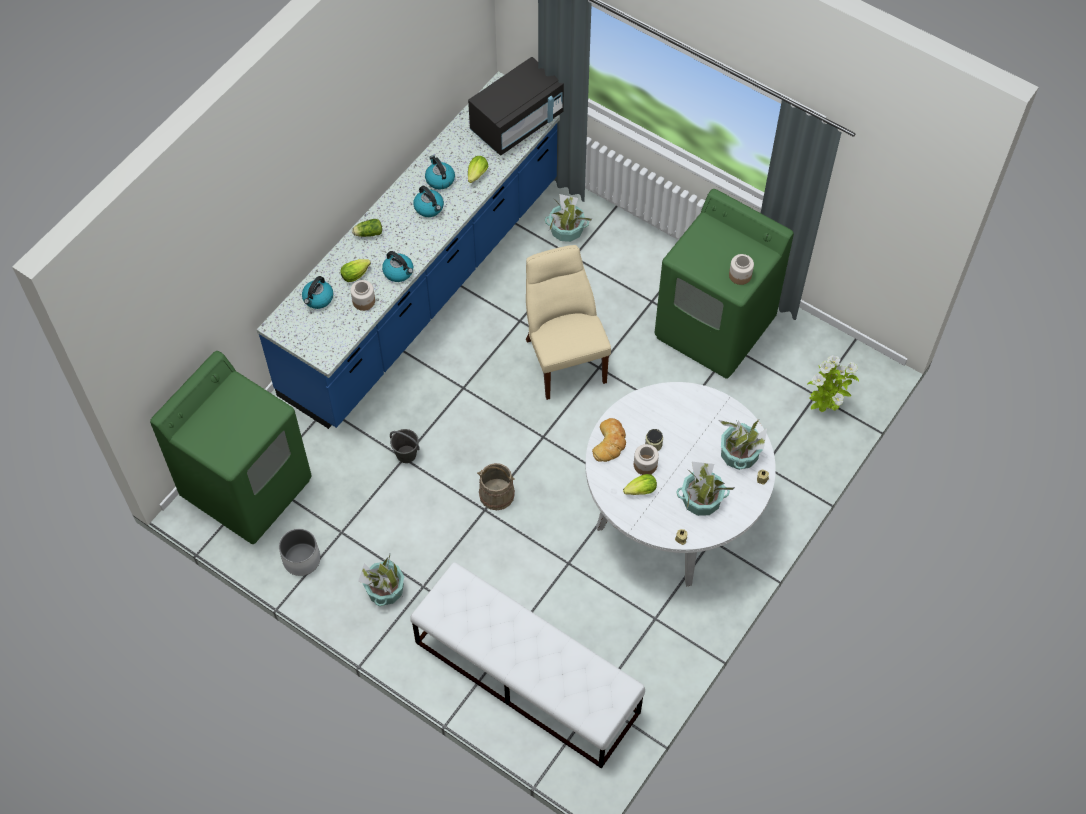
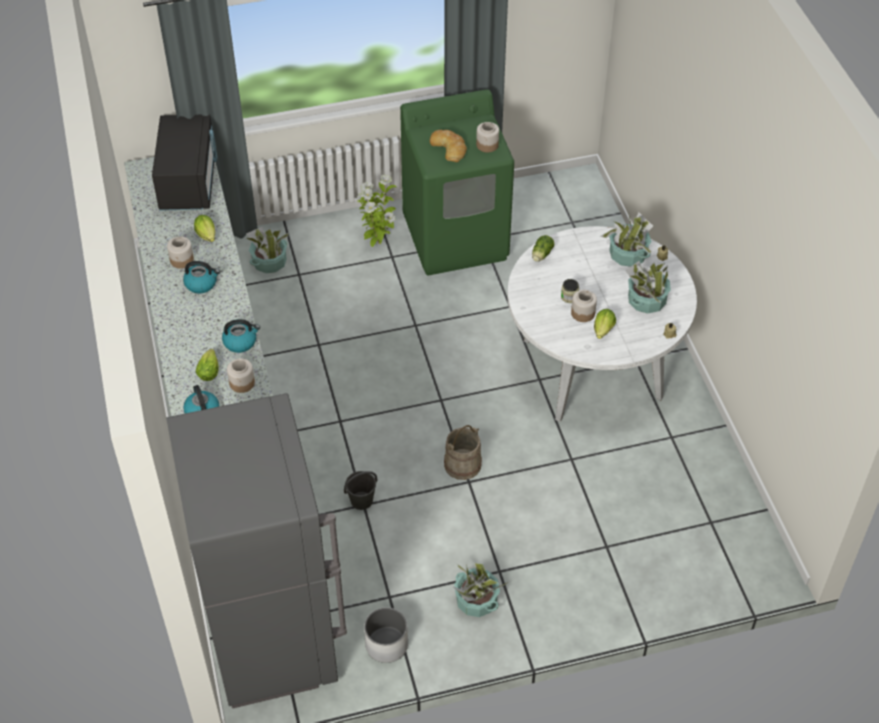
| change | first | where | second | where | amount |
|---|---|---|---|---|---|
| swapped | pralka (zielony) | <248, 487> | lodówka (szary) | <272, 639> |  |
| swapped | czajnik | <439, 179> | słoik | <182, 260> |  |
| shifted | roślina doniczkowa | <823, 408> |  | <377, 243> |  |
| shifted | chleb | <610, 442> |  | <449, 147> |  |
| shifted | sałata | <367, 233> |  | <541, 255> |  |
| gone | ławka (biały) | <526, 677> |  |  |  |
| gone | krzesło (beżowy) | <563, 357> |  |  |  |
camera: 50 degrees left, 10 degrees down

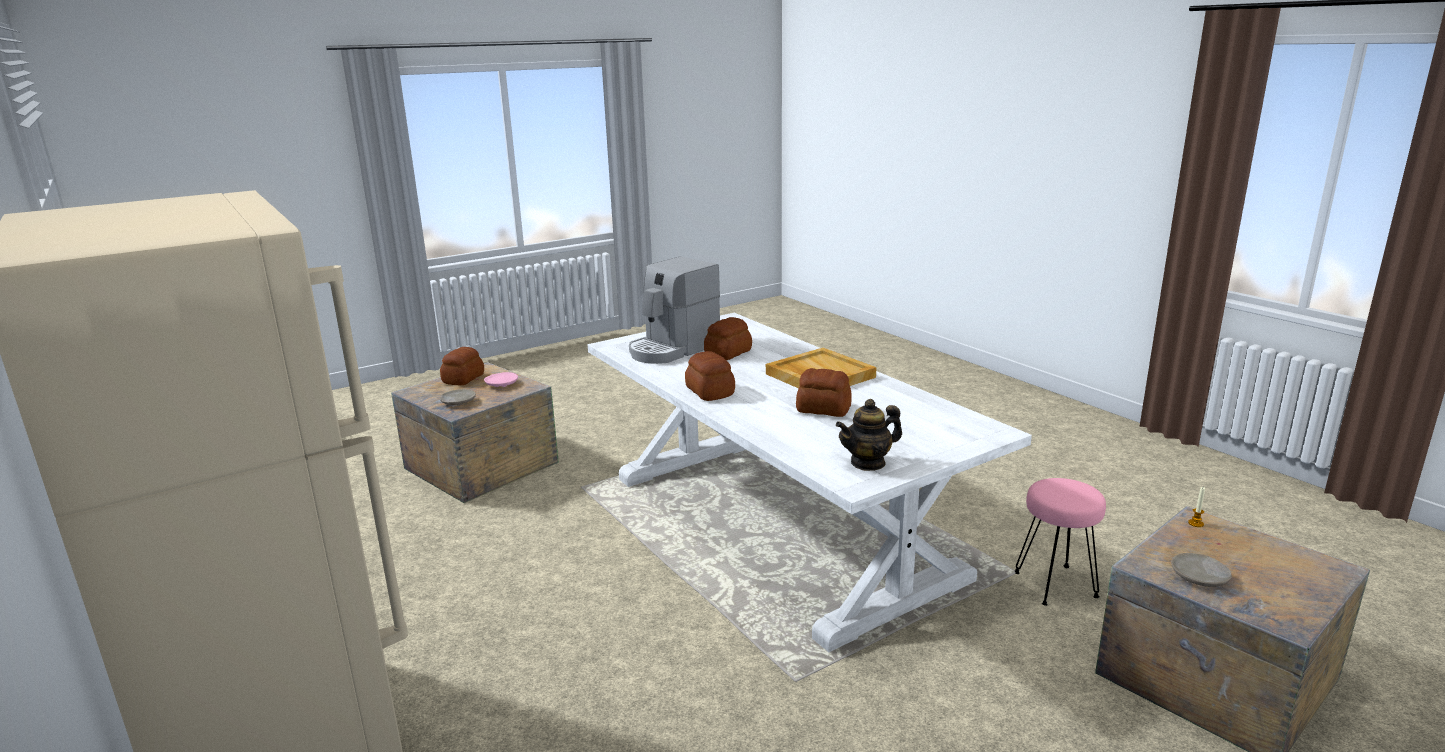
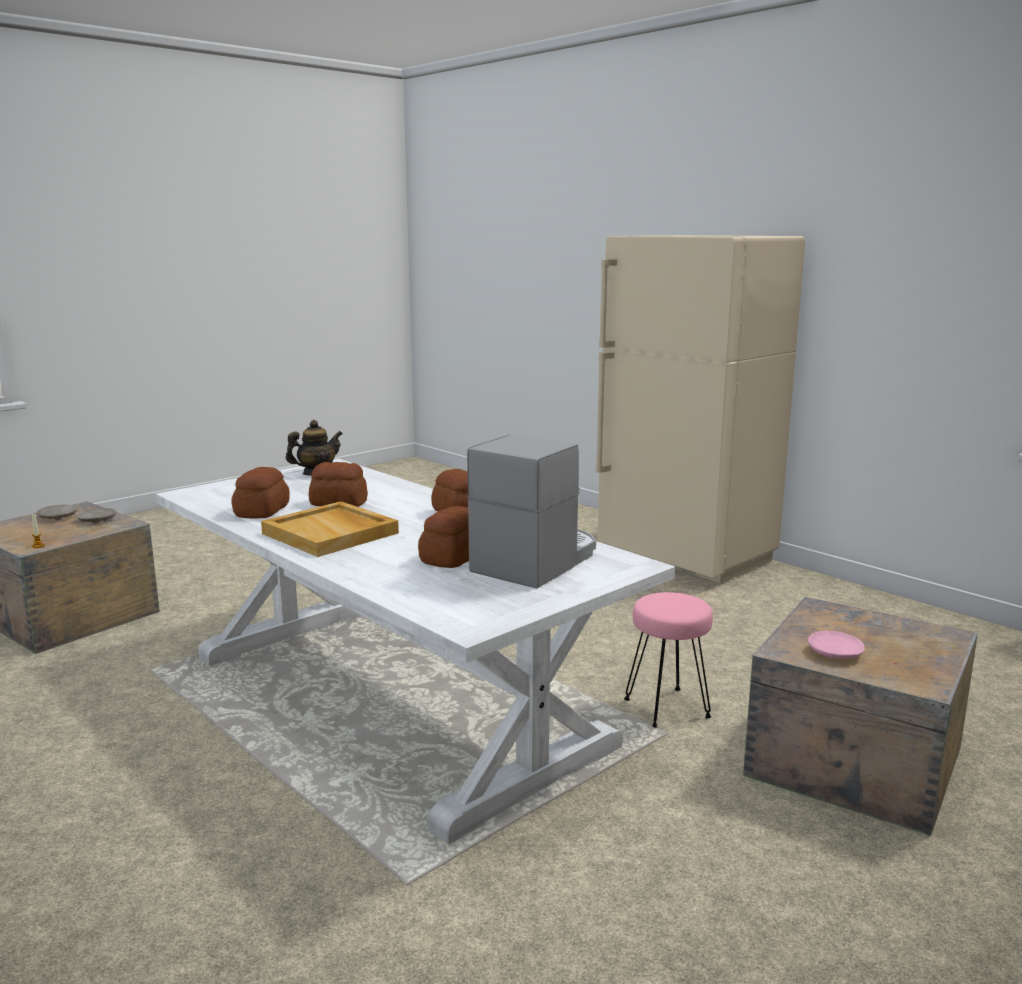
| change | first | where | second | where | amount |
|---|---|---|---|---|---|
| shifted | talerz (beżowy) | <458, 402> |  | <58, 517> |  |
| shifted | chleb | <464, 378> |  | <261, 511> |  |
| shifted | stołek (różowy) | <1054, 585> |  | <668, 708> |  |
camera: 170 degrees right, 5 degrees down

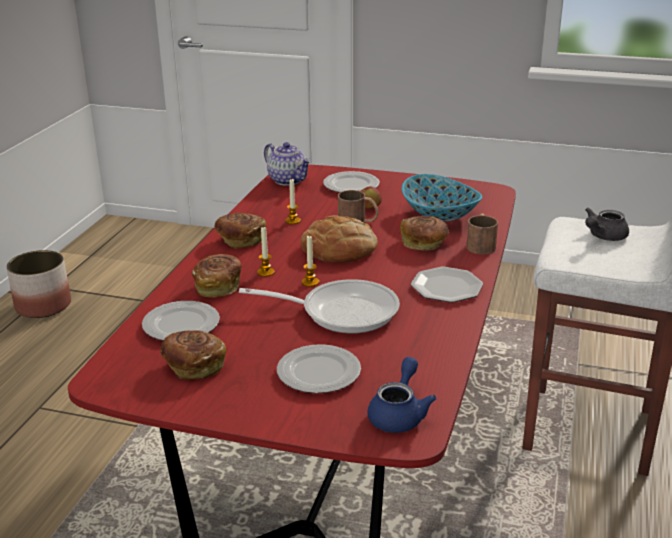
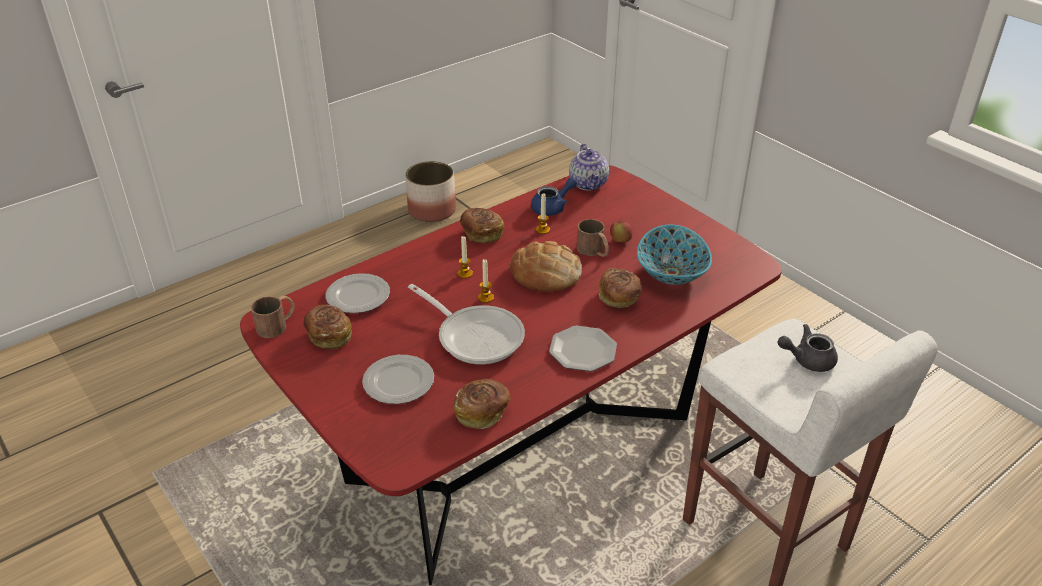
| change | first | where | second | where | amount |
|---|---|---|---|---|---|
| shifted | kubek (brązowy) | <480, 244> |  | <277, 324> |  |
| shifted | chleb | <218, 286> |  | <482, 412> |  |
| shifted | imbryk (niebieski) | <399, 414> |  | <553, 208> |  |
| gone | talerz | <352, 186> |  |  |  |
camera: 35 degrees right, 10 degrees up

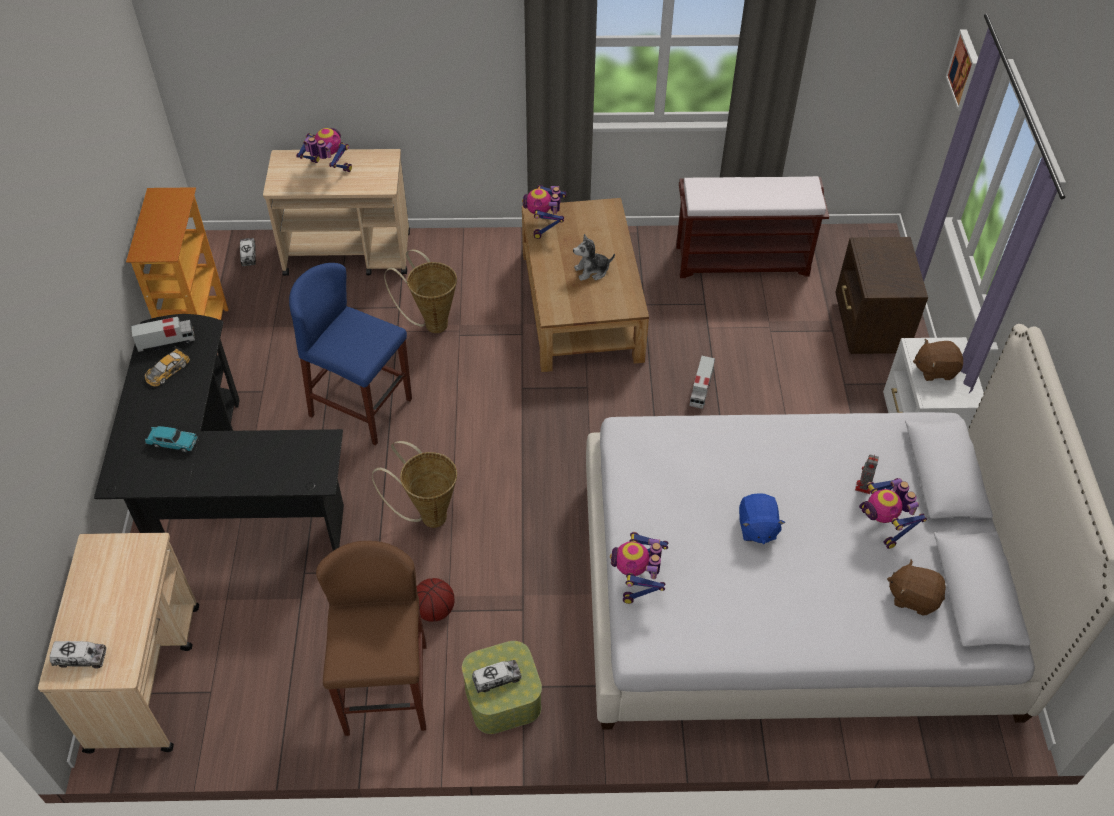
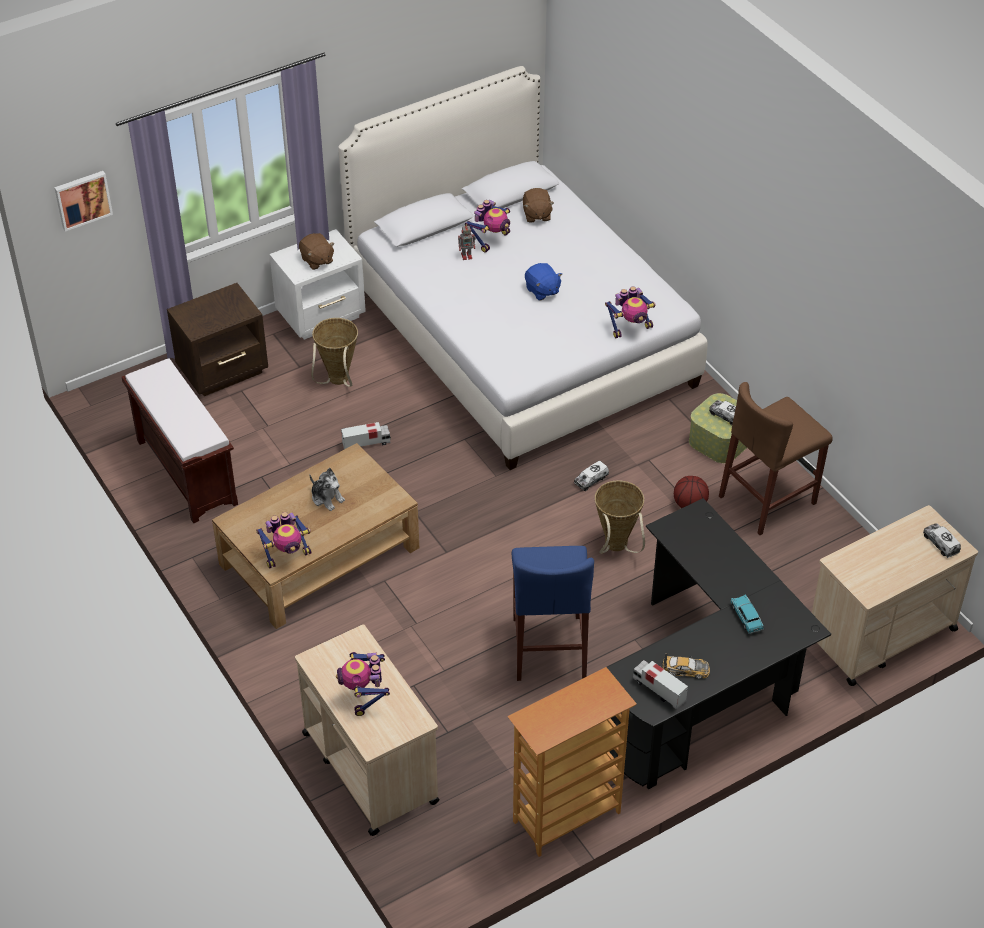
| change | first | where | second | where | amount |
|---|---|---|---|---|---|
| shifted | koszyk | <432, 323> |  | <337, 382> |  |
| rotated | pluszak (niebieski) | <757, 528> |  | <542, 291> | 90 degrees clockwise |
| shifted | ciężarówka zabawkowa | <248, 255> |  | <591, 480> |  |
camera: 120 degrees left, 5 degrees down

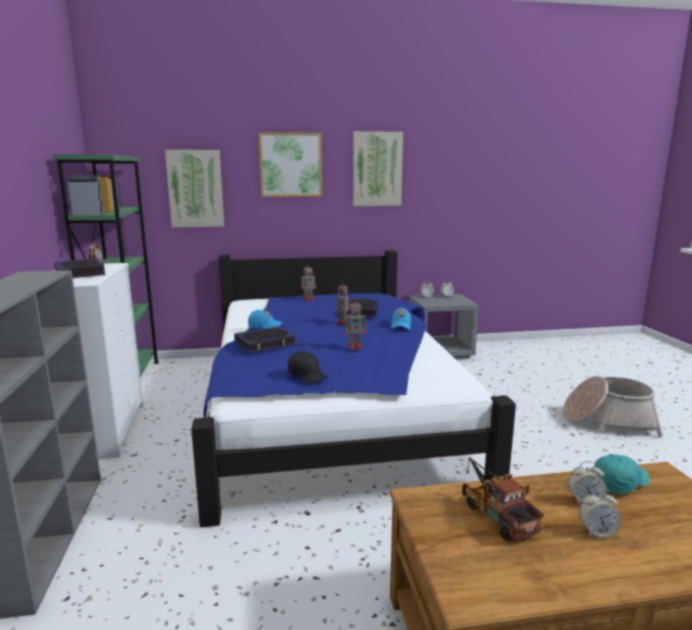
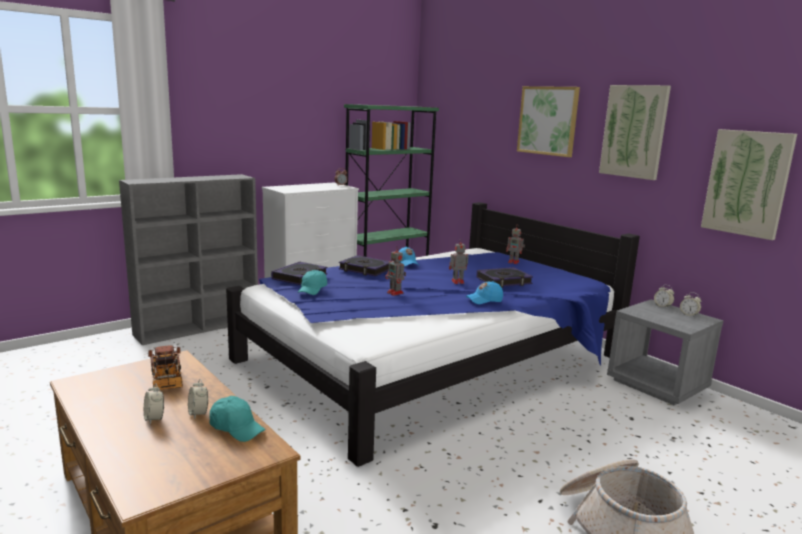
| change | first | where | second | where | amount |
|---|---|---|---|---|---|
| rotated | ciężarówka zabawkowa | <495, 514> |  | <167, 383> | 120 degrees clockwise |
| shifted | książka | <80, 273> |  | <300, 277> |  |
| repainted | czapka z daszkiem (czarny) | <307, 375> | czapka z daszkiem (turkusowy) | <312, 290> |  |
| shifted | obraz | <195, 188> |  | <747, 183> |  |
camera: 60 degrees right, 0 degrees up

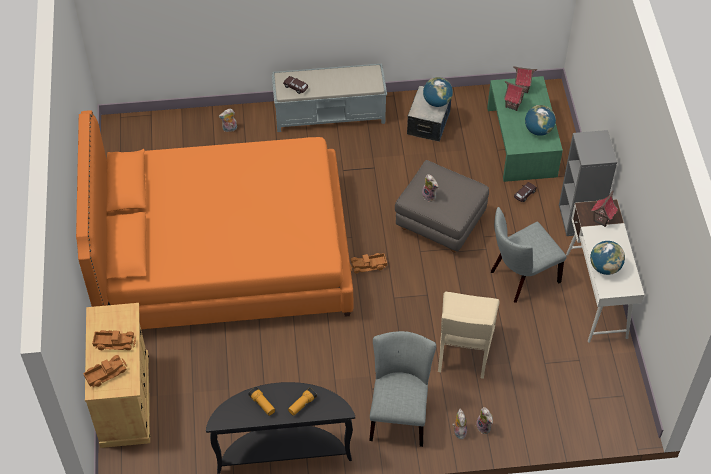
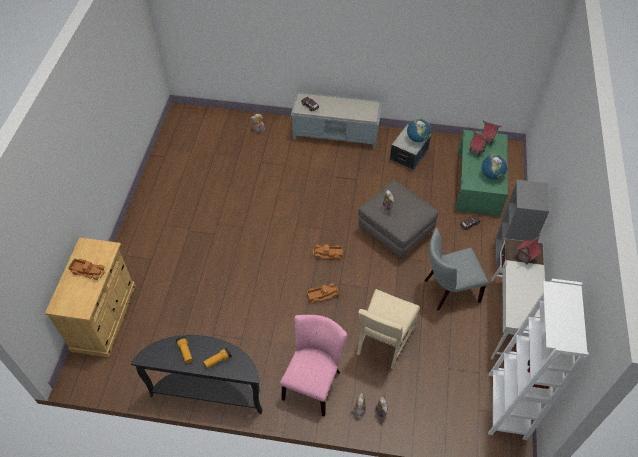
| change | first | where | second | where | amount |
|---|---|---|---|---|---|
| repainted | krzesło (szary) | <399, 413> | krzesło (różowy) | <313, 382> |  |
| shifted | ciężarówka zabawkowa | <105, 373> |  | <322, 294> |  |
| new |  |  | regał (biały) | <507, 406> |  |
| gone | łóżko (pomarańczowy) | <223, 256> |  |  |  |
| gone | globus | <605, 267> |  |  |  |
camera: 15 degrees right, 0 degrees up

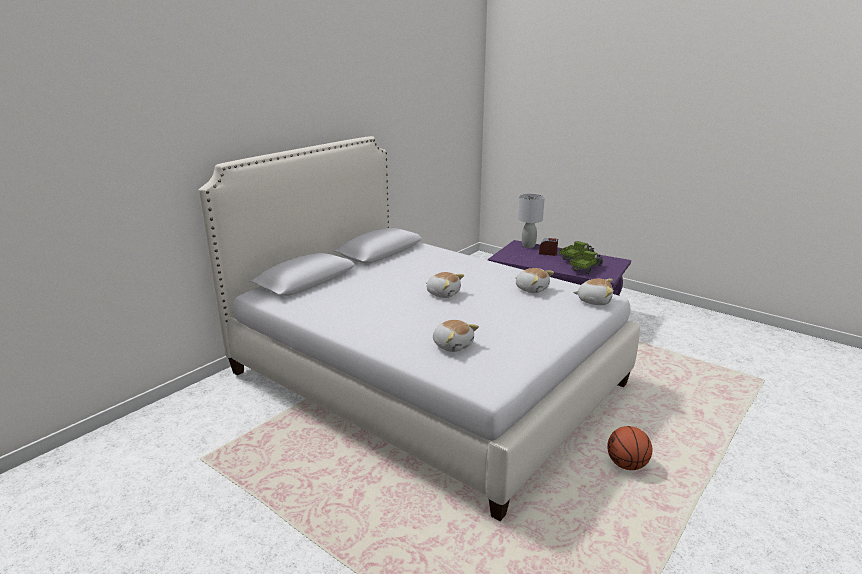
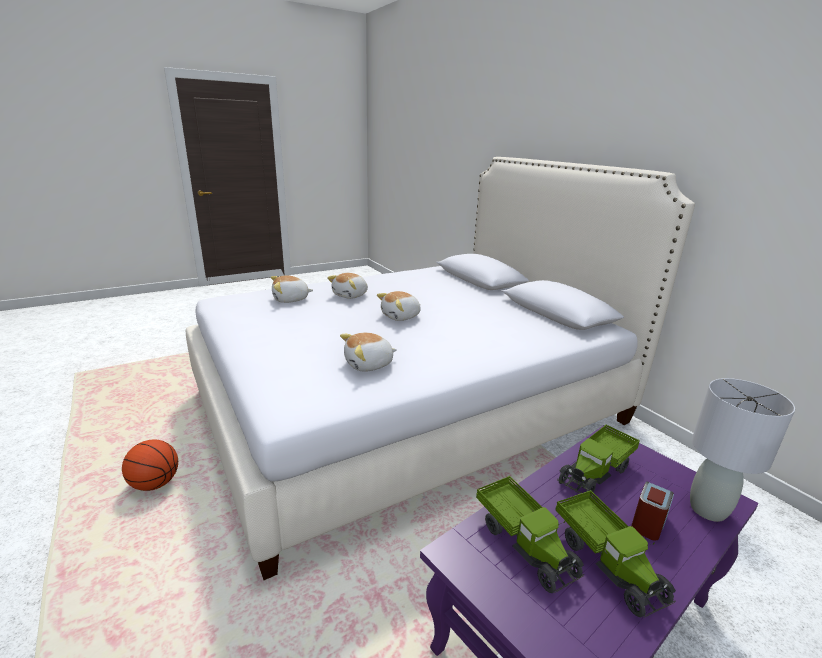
| change | first | where | second | where | amount |
|---|---|---|---|---|---|
| shifted | pluszak | <594, 301> |  | <351, 295> |  |
| new |  |  | ciężarówka zabawkowa | <596, 473> |  |
camera: 110 degrees right, 0 degrees up

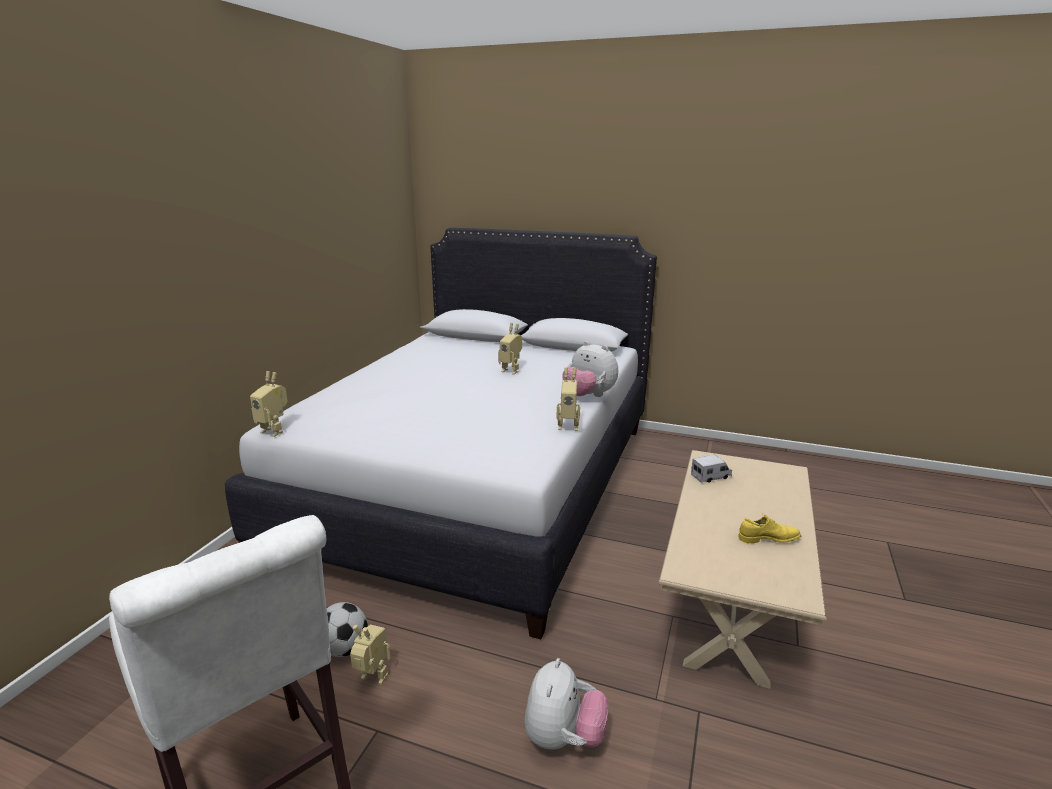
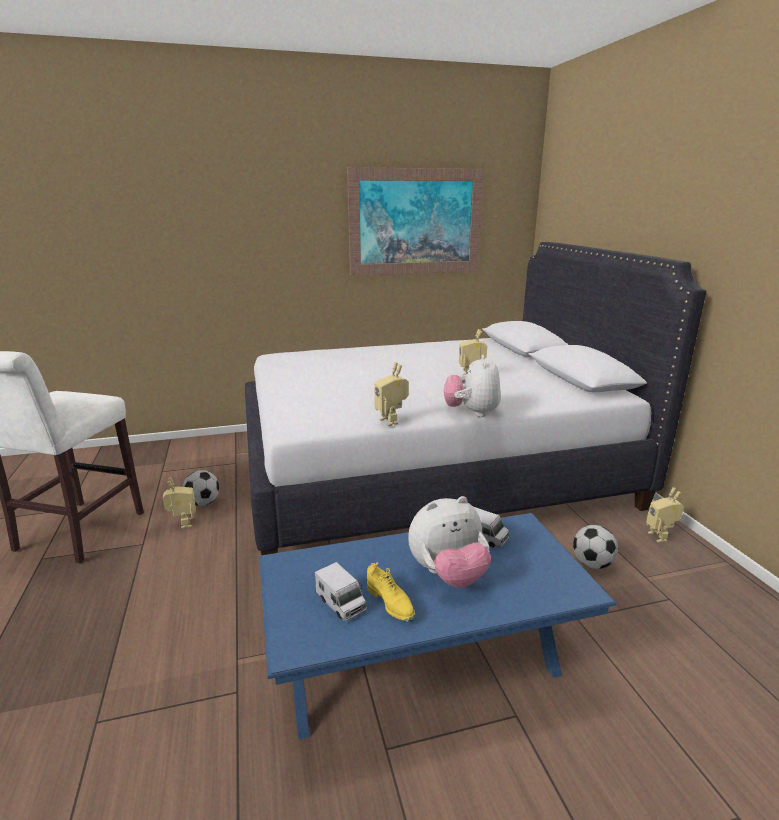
| change | first | where | second | where | amount |
|---|---|---|---|---|---|
| repainted | ława (beżowy) | <731, 596> | ława (niebieski) | <424, 668> |  |
| new |  |  | ciężarówka zabawkowa | <341, 603> |  |
| new |  |  | obraz | <416, 222> |  |
| shifted | pluszak | <563, 738> |  | <448, 575> |  |
| new |  |  | piłka futbolowa | <592, 564> |  |
| shifted | robot zabawkowy | <274, 431> |  | <660, 536> |  |
camera: 55 degrees right, 0 degrees up

